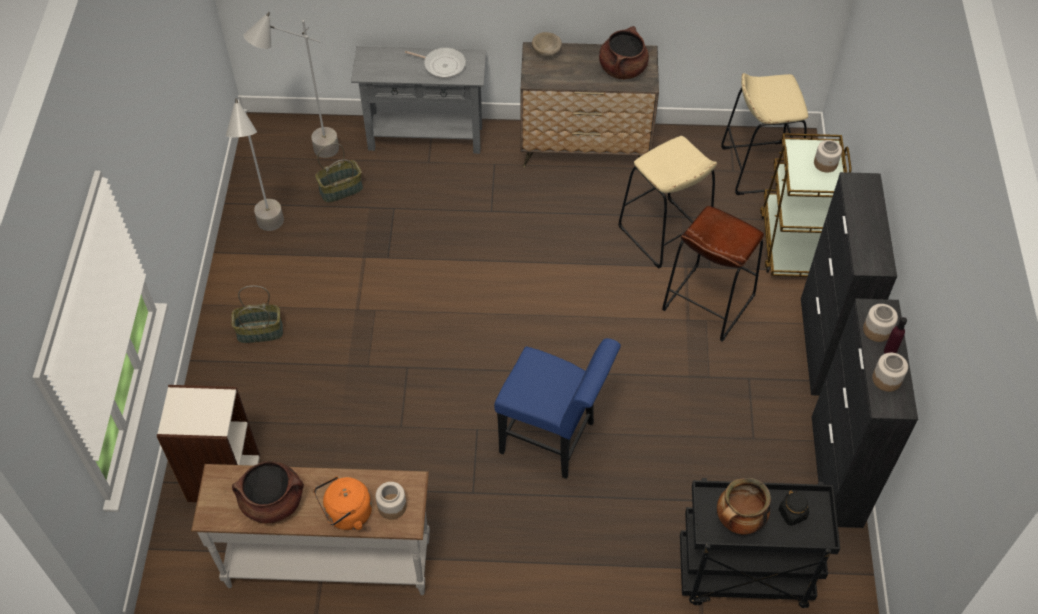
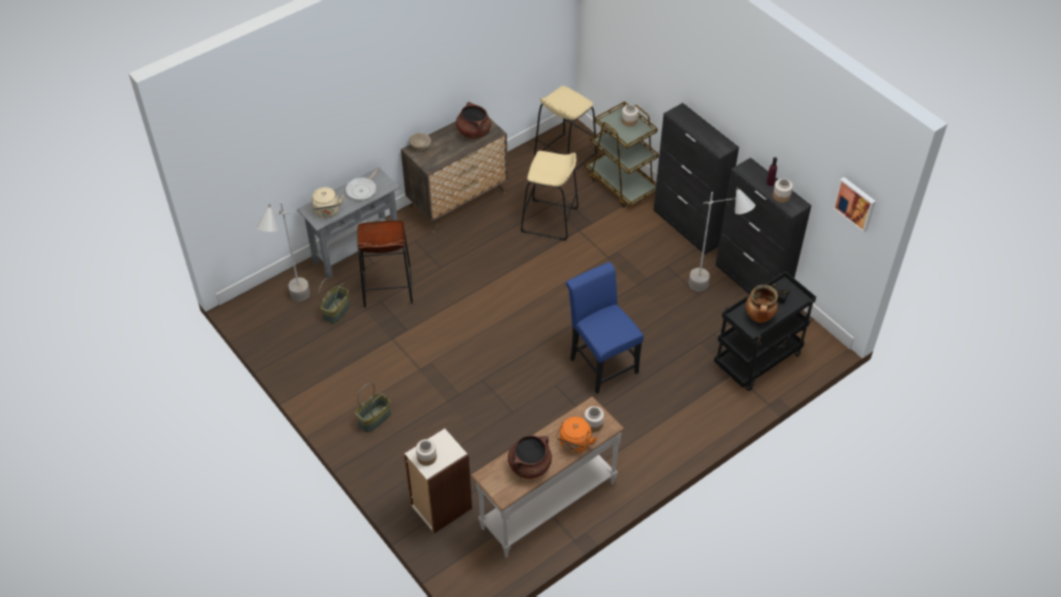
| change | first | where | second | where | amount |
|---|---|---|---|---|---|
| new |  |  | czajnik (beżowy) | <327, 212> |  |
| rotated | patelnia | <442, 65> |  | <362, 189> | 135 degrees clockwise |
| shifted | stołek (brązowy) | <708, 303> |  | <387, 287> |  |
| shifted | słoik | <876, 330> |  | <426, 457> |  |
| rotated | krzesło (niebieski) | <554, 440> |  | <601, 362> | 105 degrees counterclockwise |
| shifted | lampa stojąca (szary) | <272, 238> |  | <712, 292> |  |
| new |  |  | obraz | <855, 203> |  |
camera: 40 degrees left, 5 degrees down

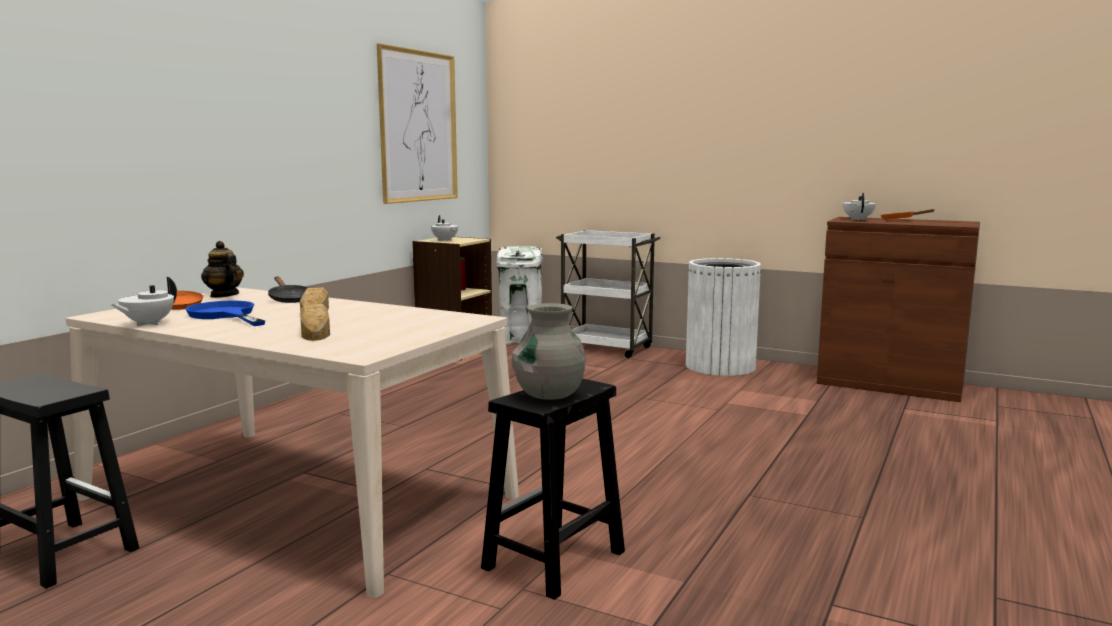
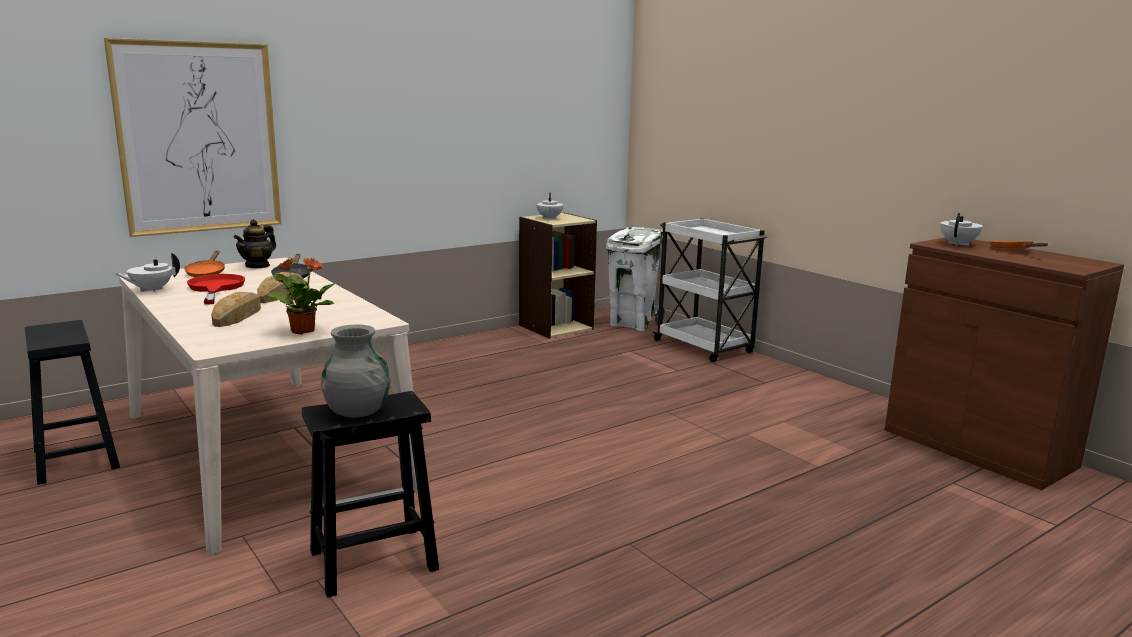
| change | first | where | second | where | amount |
|---|---|---|---|---|---|
| shifted | obraz | <418, 126> |  | <199, 138> |  |
| repainted | patelnia (niebieski) | <225, 315> | patelnia (czerwony) | <215, 288> |  |
| rotated | imbryk | <224, 295> |  | <257, 266> | 135 degrees counterclockwise |
| new |  |  | roślina doniczkowa | <302, 331> |  |
| gone | kosz na śmieci (biały) | <720, 366> |  |  |  |
camera: 25 degrees right, 5 degrees up

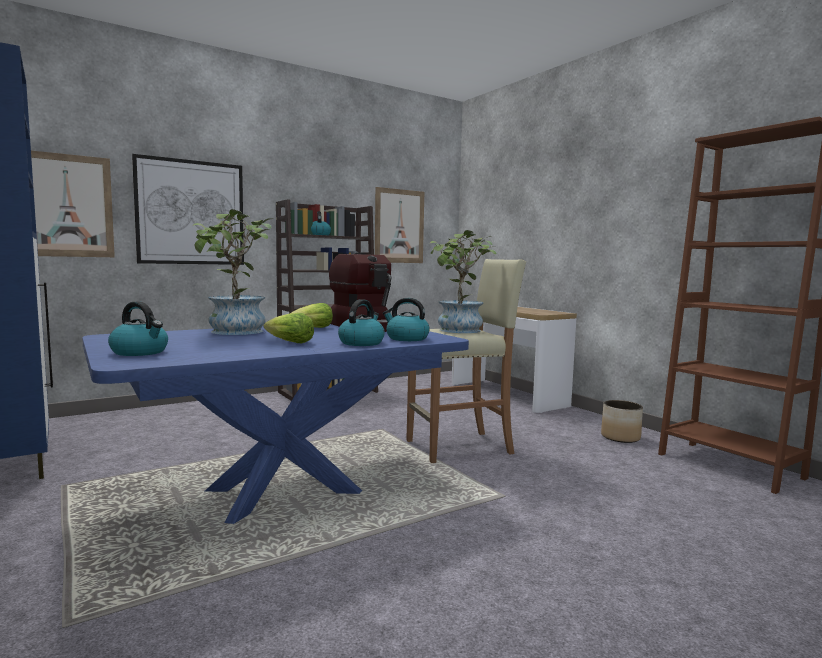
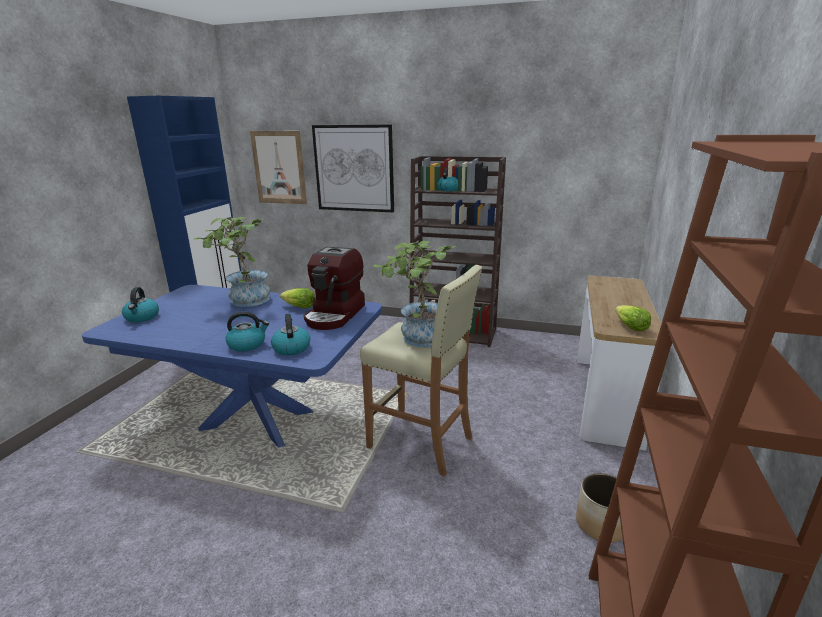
| change | first | where | second | where | amount |
|---|---|---|---|---|---|
| shifted | sałata | <289, 342> |  | <629, 327> |  |
| gone | obraz | <399, 226> |  |  |  |
camera: 50 degrees right, 15 degrees up

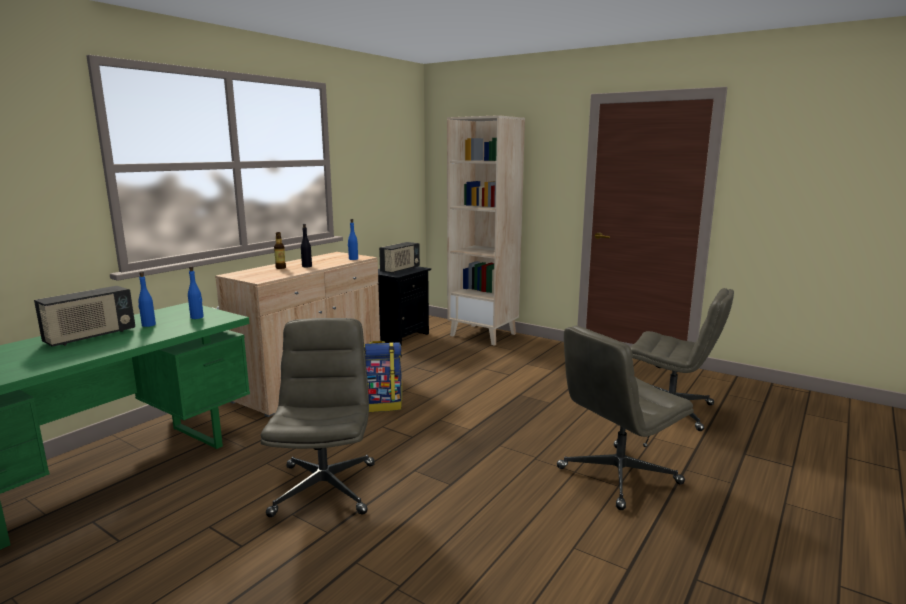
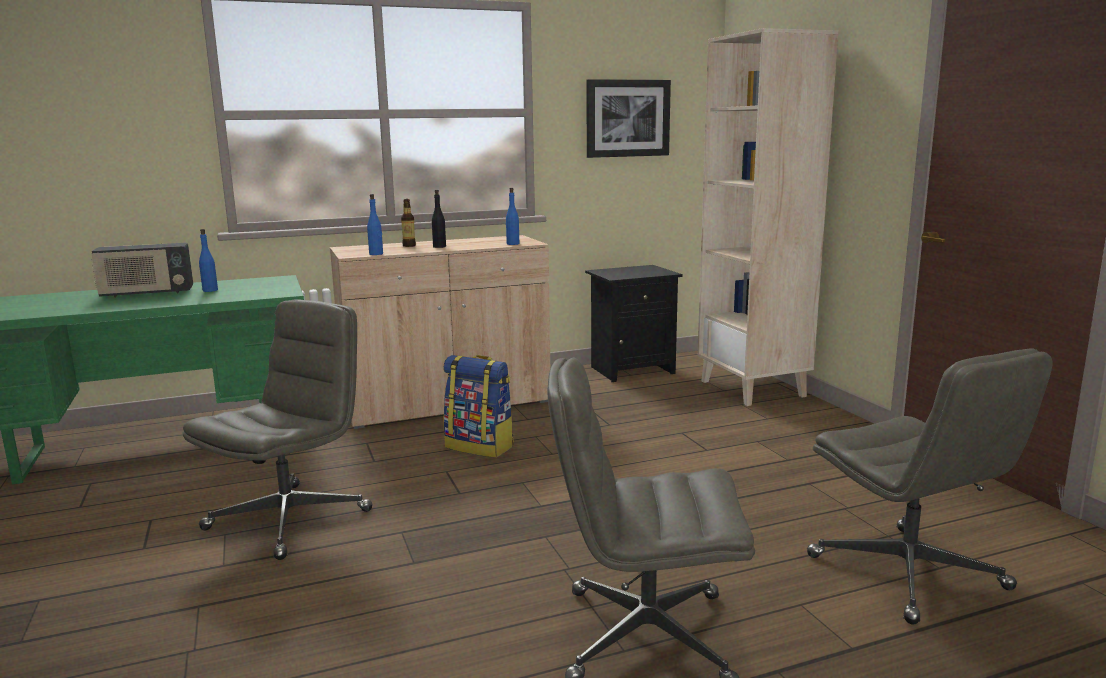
| change | first | where | second | where | amount |
|---|---|---|---|---|---|
| shifted | butelka (niebieski) | <197, 317> |  | <376, 254> |  |
| new |  |  | obraz | <627, 118> |  |
| gone | radio | <400, 270> |  |  |  |
camera: 35 degrees right, 0 degrees up

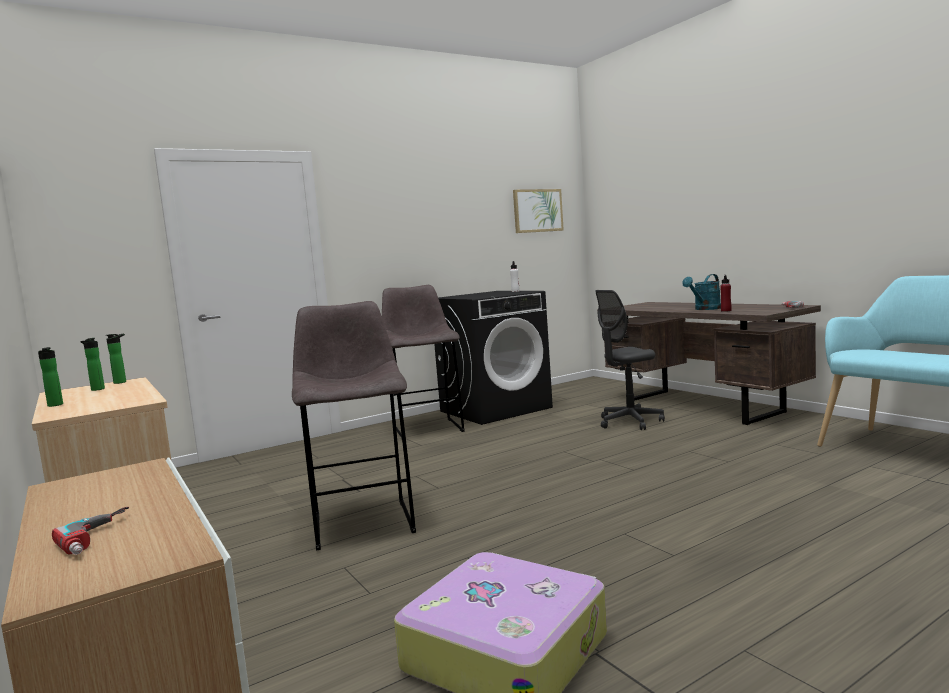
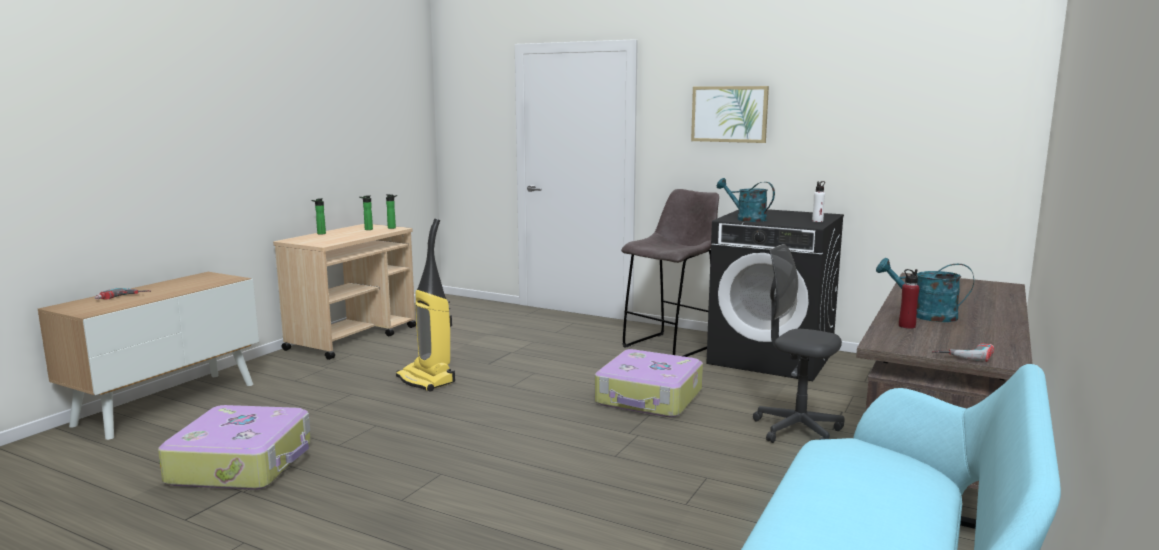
| change | first | where | second | where | amount |
|---|---|---|---|---|---|
| swapped | stołek (szary) | <363, 522> | odkurzacz | <427, 380> |  |
| new |  |  | walizka | <649, 398> |  |
| shifted | obraz | <537, 210> |  | <729, 114> |  |
| new |  |  | konewka (turkusowy) | <746, 219> |  |
camera: 60 degrees right, 5 degrees up

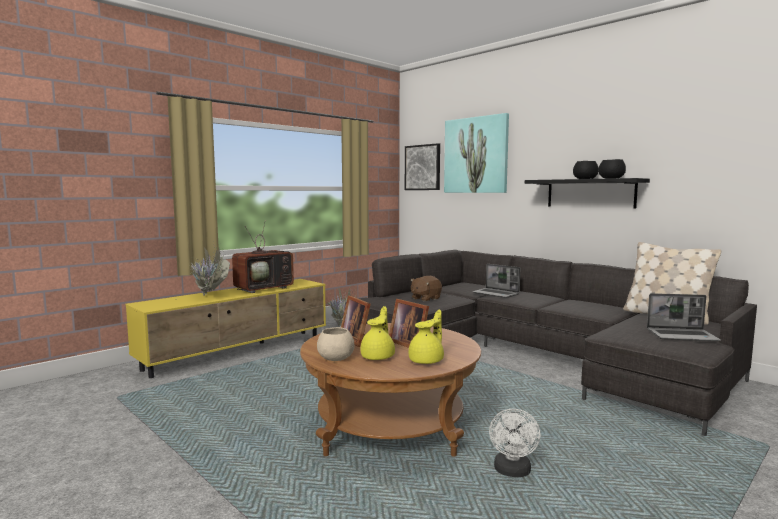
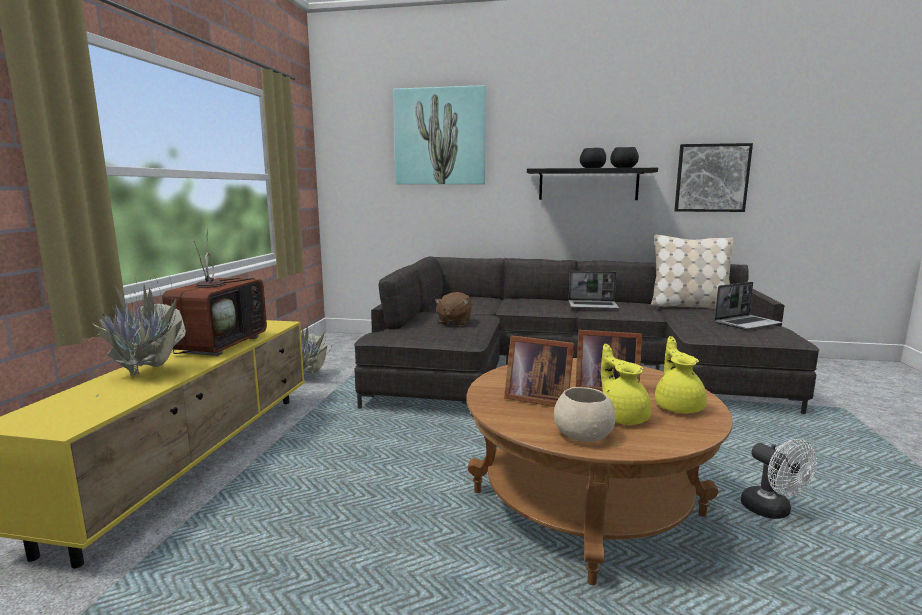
| change | first | where | second | where | amount |
|---|---|---|---|---|---|
| shifted | laptop | <496, 294> |  | <593, 306> |  |
| shifted | obraz | <422, 167> |  | <711, 178> |  |
camera: 35 degrees left, 5 degrees up

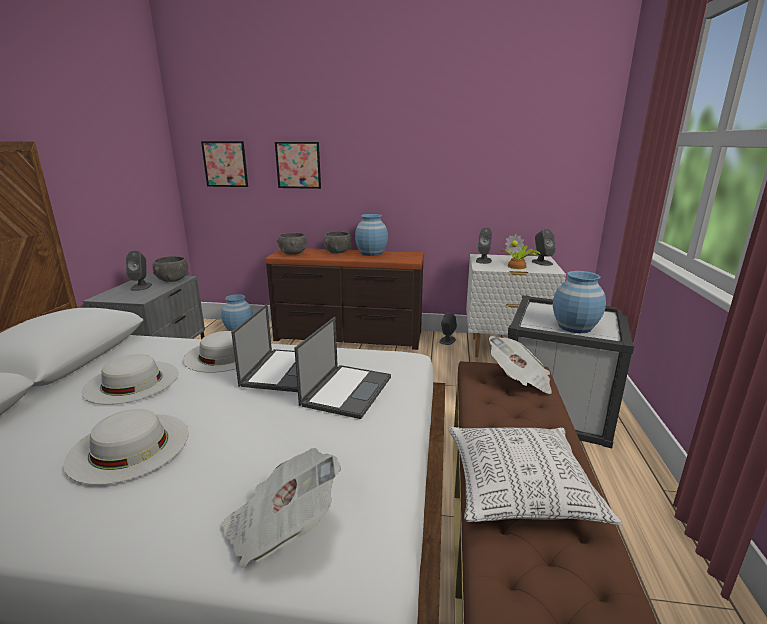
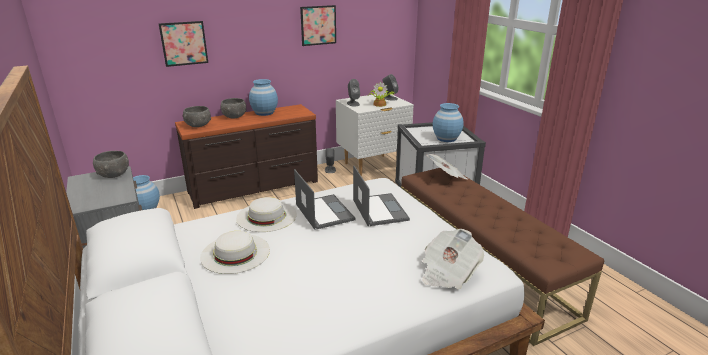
| change | first | where | second | where | amount |
|---|---|---|---|---|---|
| shifted | obraz | <225, 164> |  | <318, 25> |  |
| gone | kapelusz (biały) | <129, 446> |  |  |  |
| gone | głośnik (szary) | <141, 286> |  |  |  |
| gone | poduszka | <519, 488> |  |  |  |
camera: 35 degrees left, 5 degrees up

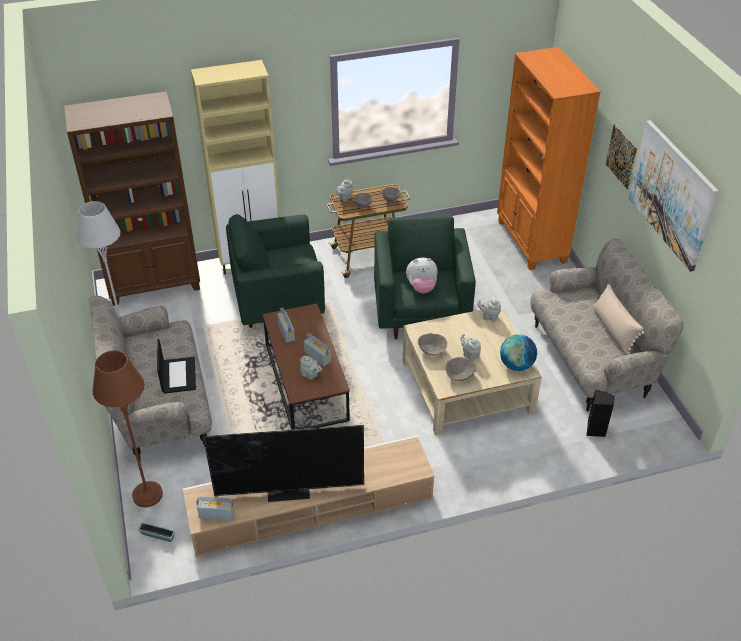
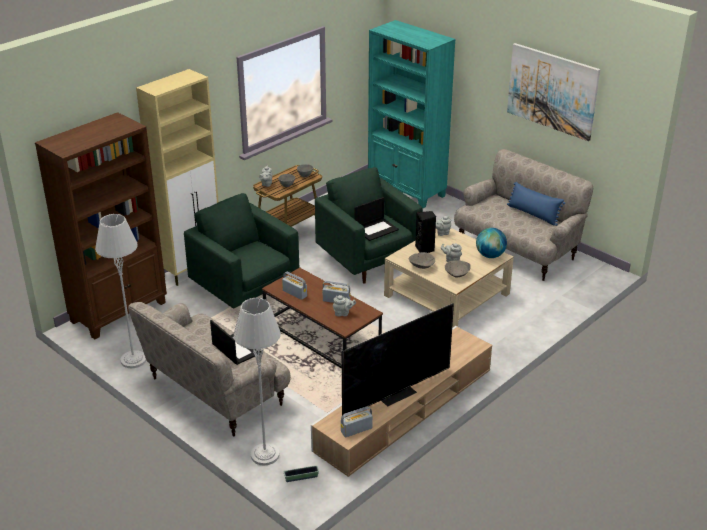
| change | first | where | second | where | amount |
|---|---|---|---|---|---|
| rotated | fotel (zielony) | <278, 303> |  | <245, 290> | 90 degrees clockwise |
| repainted | lampa stojąca (brązowy) | <147, 495> | lampa stojąca (szary) | <264, 455> |  |
| swapped | pluszak | <421, 287> | laptop | <376, 229> |  |
| repainted | regał (pomarańczowy) | <531, 242> | regał (turkusowy) | <407, 191> |  |
| shifted | głośnik (czarny) | <596, 430> |  | <425, 249> |  |
| repainted | poduszka (beżowy) | <613, 329> | poduszka (niebieski) | <533, 214> |  |
| gone | obraz | <621, 156> |  |  |  |
camera: 30 degrees left, 10 degrees down

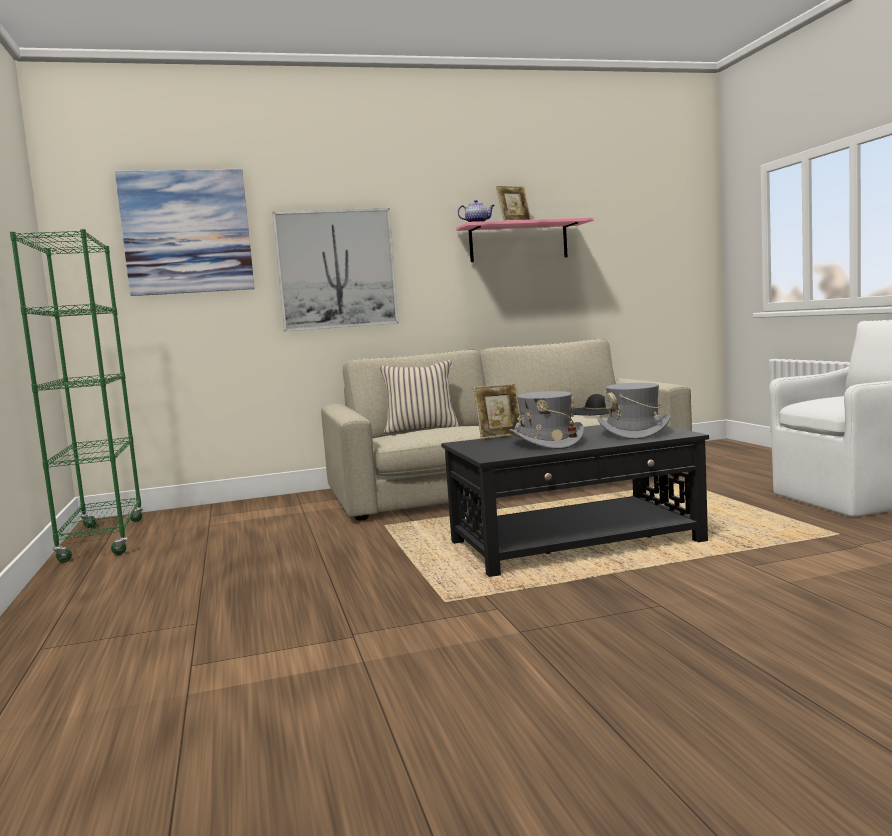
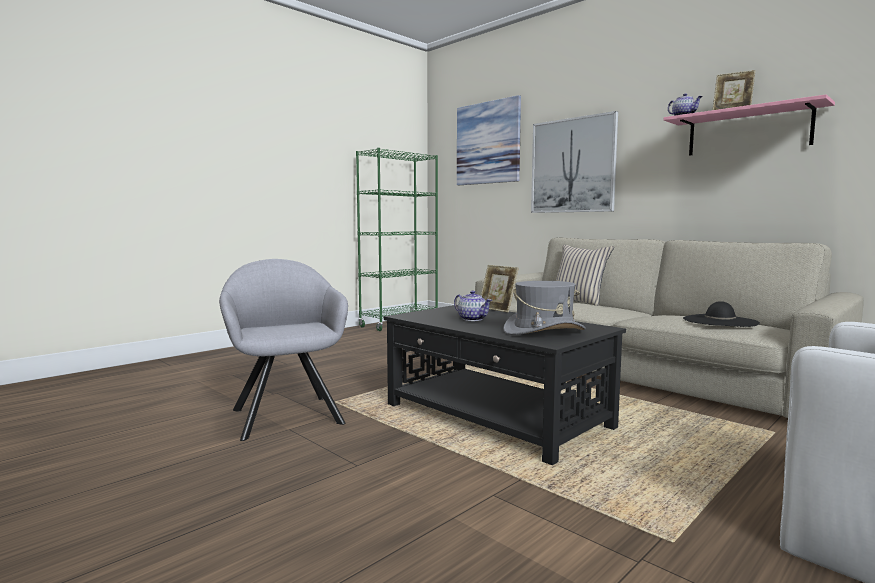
| change | first | where | second | where | amount |
|---|---|---|---|---|---|
| new |  |  | fotel (szary) | <286, 414> |  |
| swapped | kapelusz (szary) | <546, 443> | imbryk | <472, 319> |  |
camera: 60 degrees right, 0 degrees up

